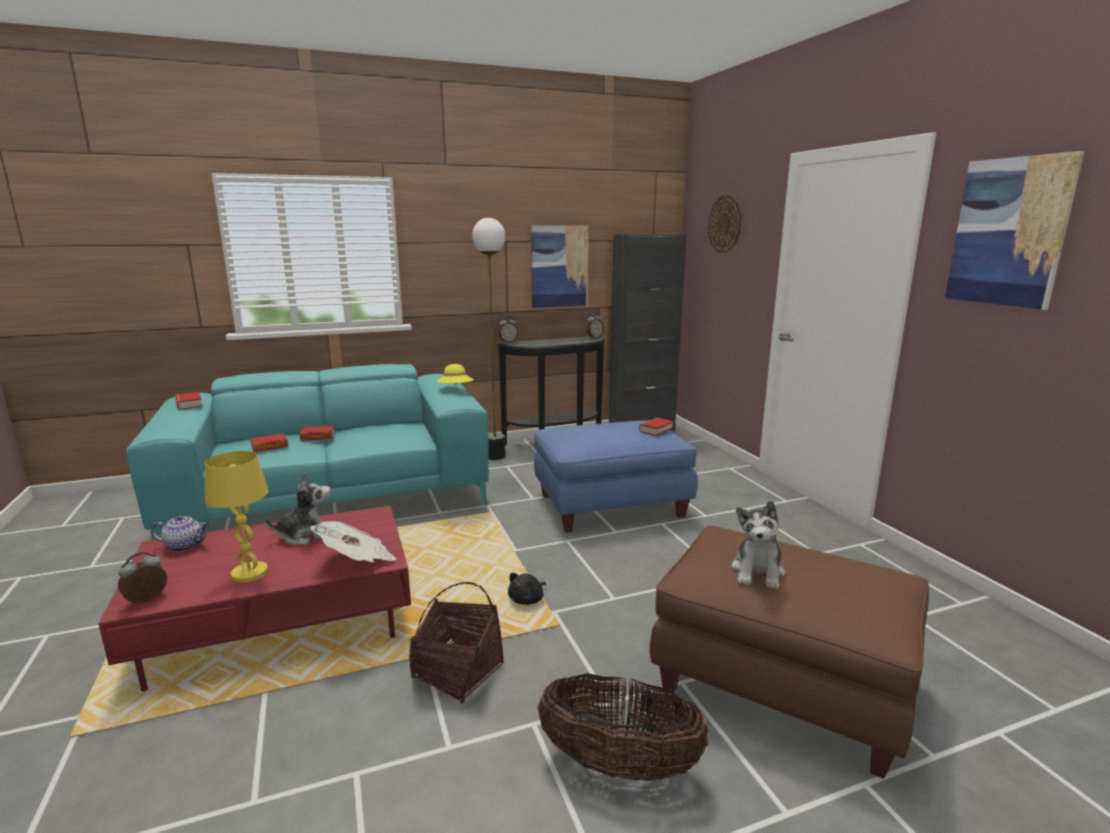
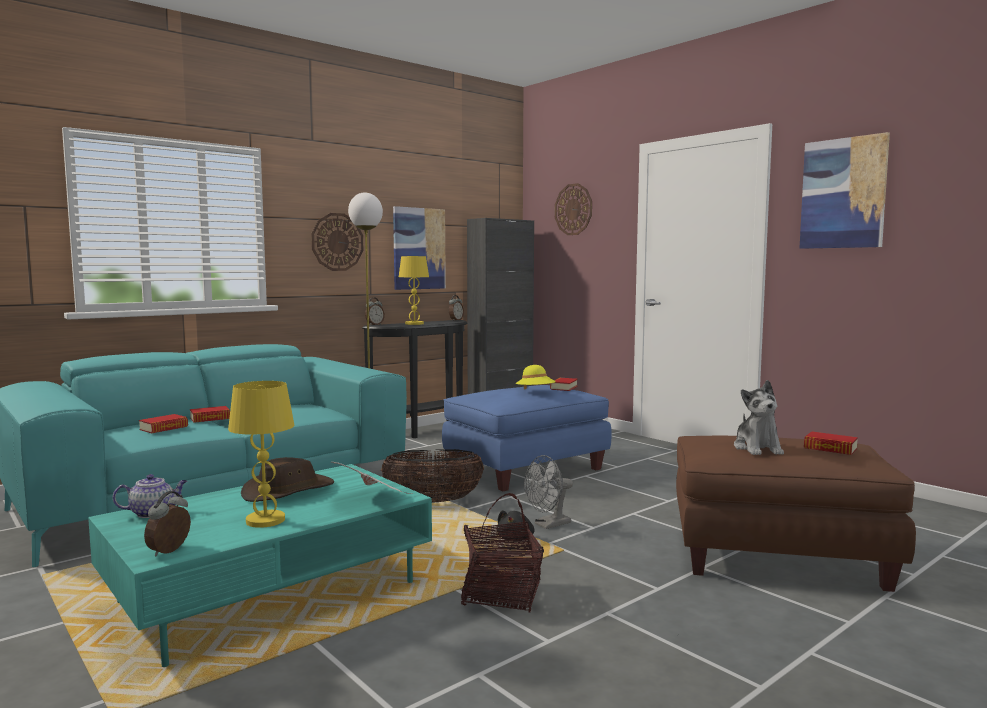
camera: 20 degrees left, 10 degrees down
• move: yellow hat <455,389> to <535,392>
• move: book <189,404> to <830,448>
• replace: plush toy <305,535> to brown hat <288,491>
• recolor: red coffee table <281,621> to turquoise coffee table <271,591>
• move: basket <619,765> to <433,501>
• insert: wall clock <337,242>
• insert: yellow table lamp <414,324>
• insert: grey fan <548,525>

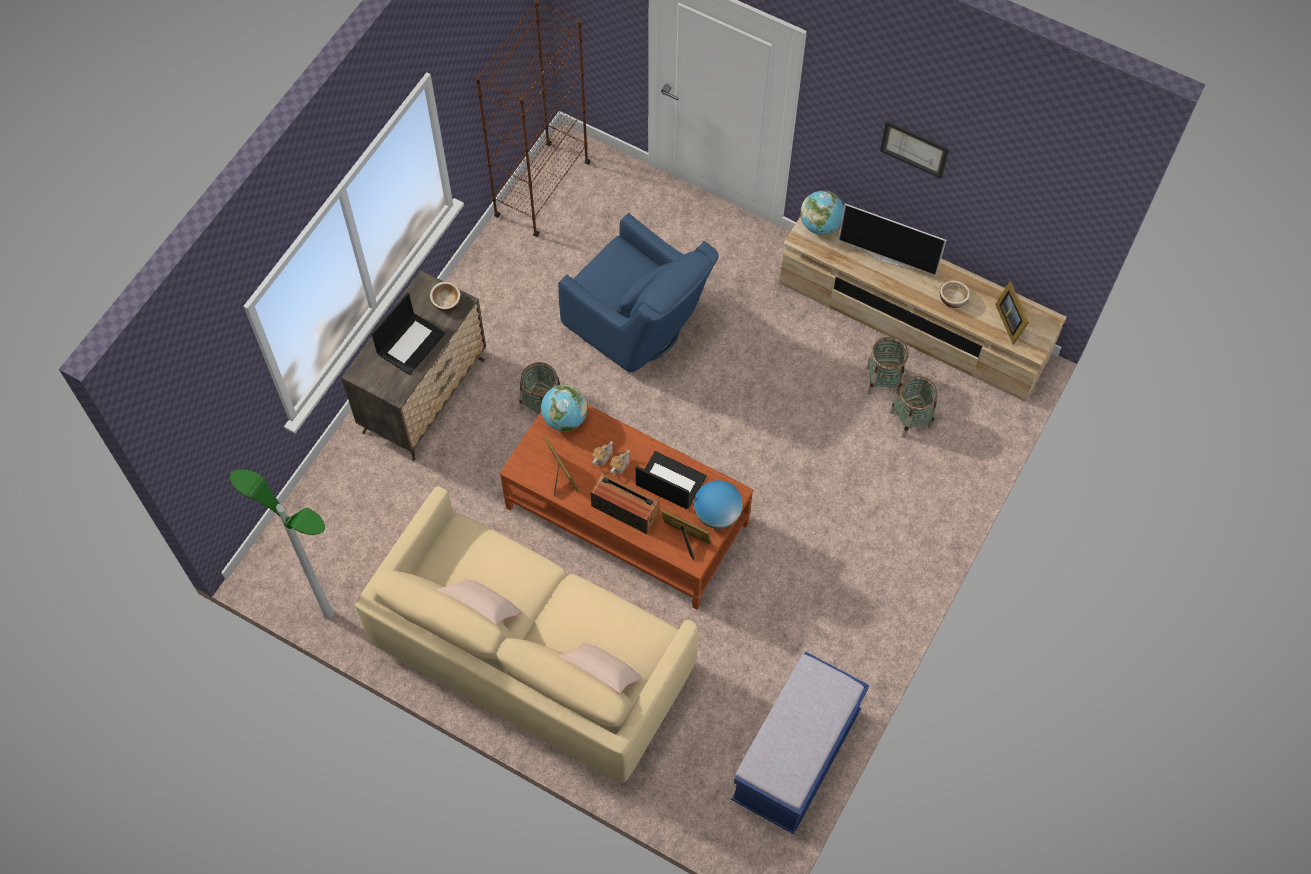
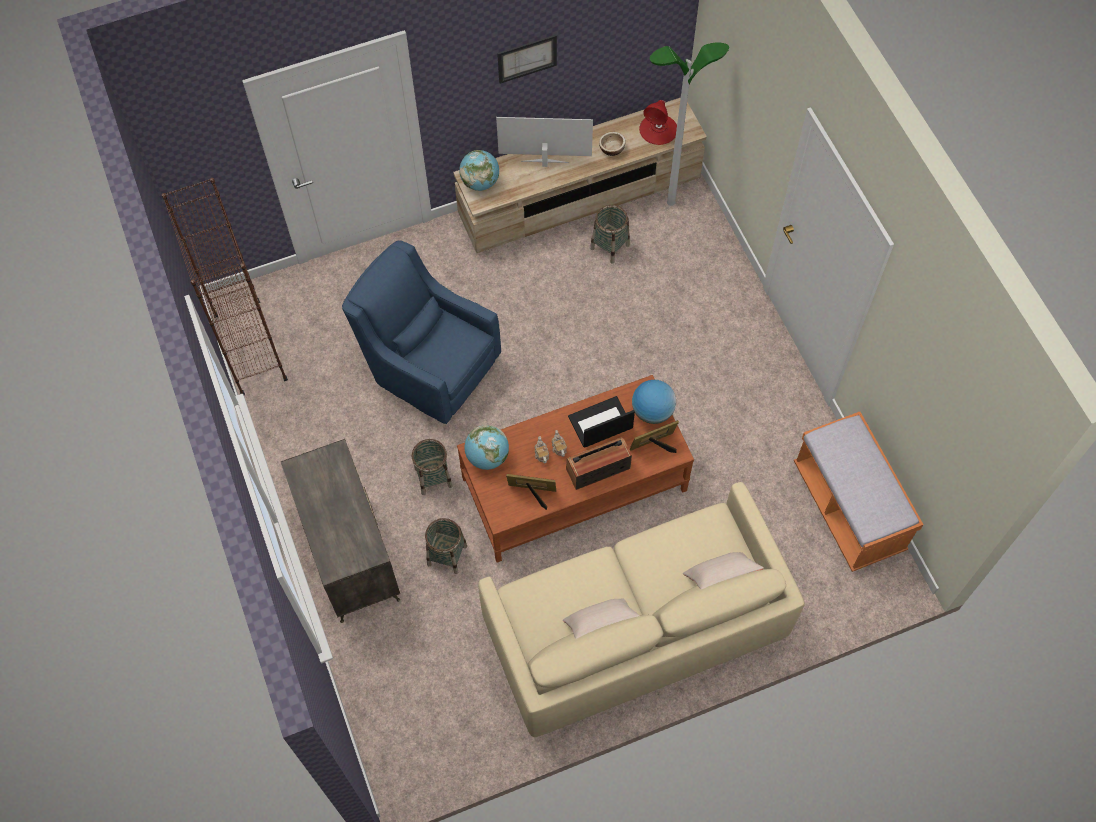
camera: 50 degrees left, 0 degrees up
• rotate: television <887,258> = <545,163> 150 degrees counterclockwise
• rotate: blue armchair <639,328> = <429,367> 135 degrees counterclockwise
• replace: picture frame <1010,321> to red table lamp <658,129>
• delete: bowl <446,302>
• delete: laptop <411,343>
• move: basket <910,419> to <447,555>
• move: floor lamp <328,614> to <671,202>
• recolor: blue bench <796,757> to orange bench <848,508>

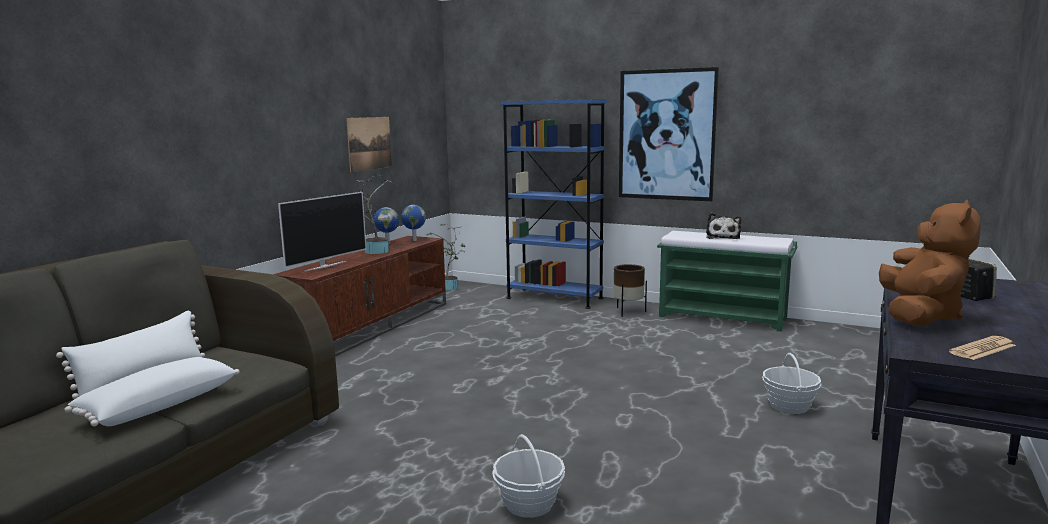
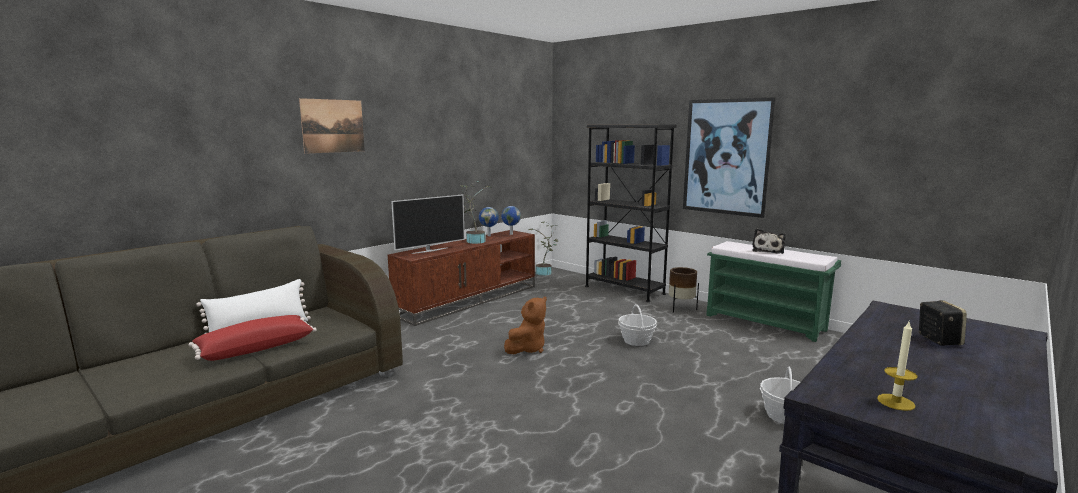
camera: 15 degrees right, 0 degrees up
• recolor: blue bookcase <554,298> to black bookcase <624,290>
• move: picture <369,143> to <333,126>
• move: brown plush toy <919,316> to <527,349>
• replace: newspaper <982,349> to candle <896,402>
• recolor: white pillow <158,405> to red pillow <256,348>
• move: basket <529,504> to <636,341>

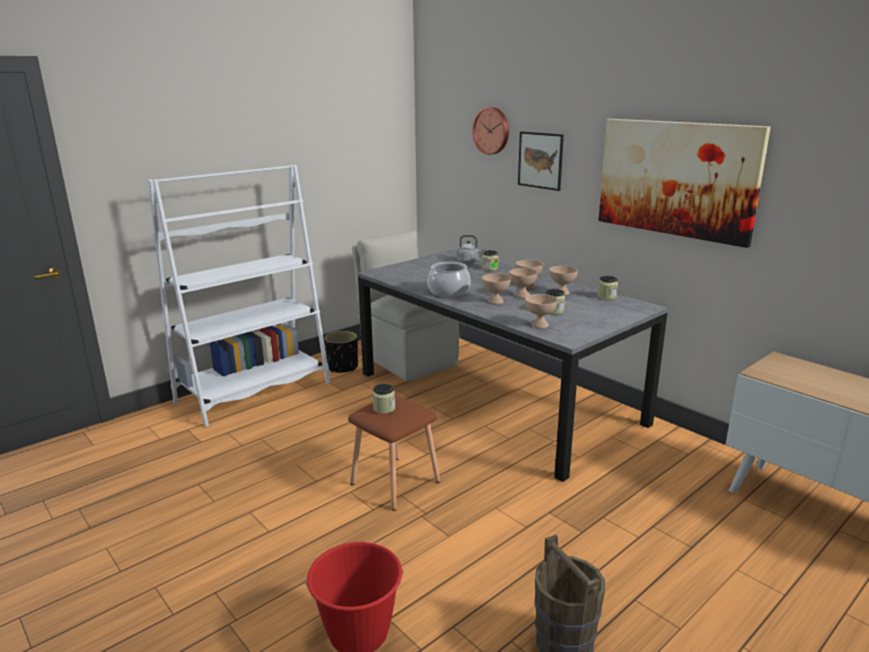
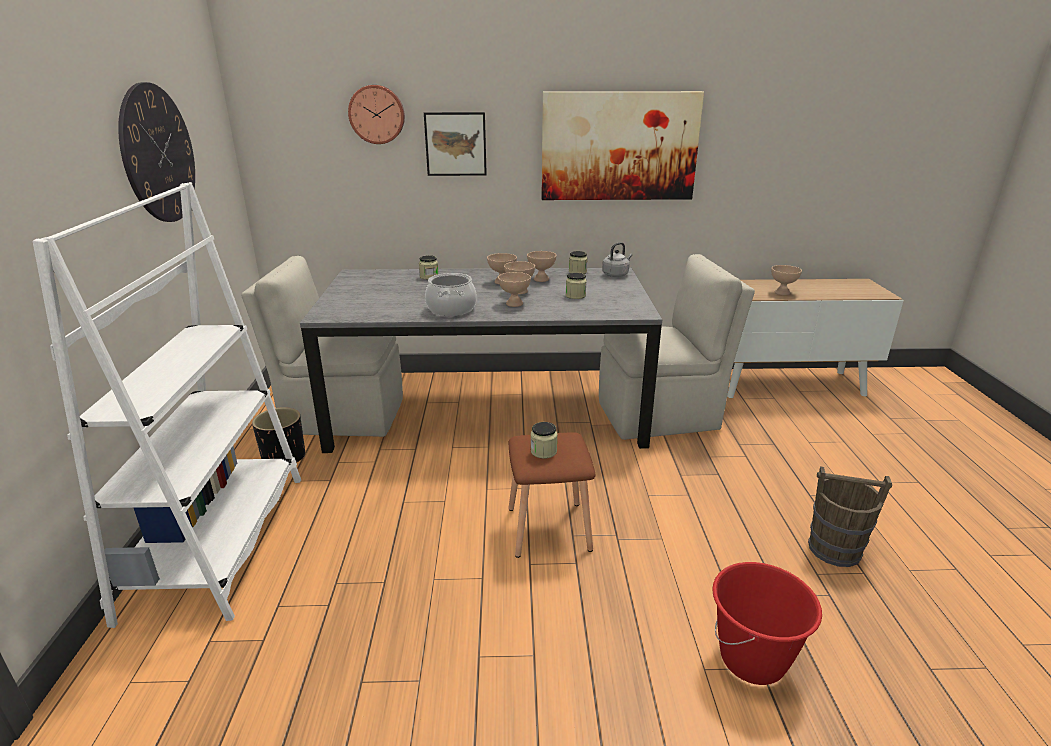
camera: 50 degrees left, 5 degrees up
• move: grey kettle <469,262> to <616,274>
• move: beige bowl <539,325> to <782,293>
• insert: wall clock <158,154>
• insert: beige chair <661,415>

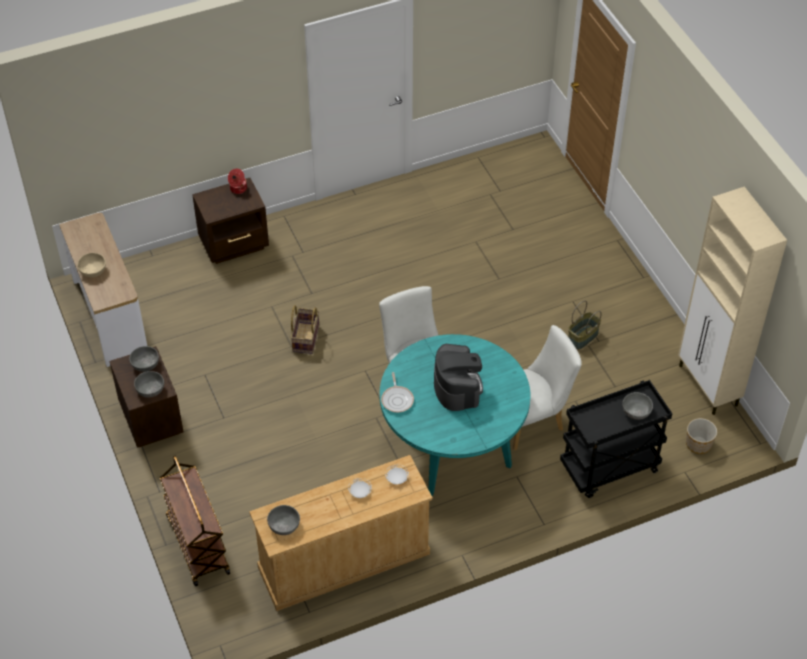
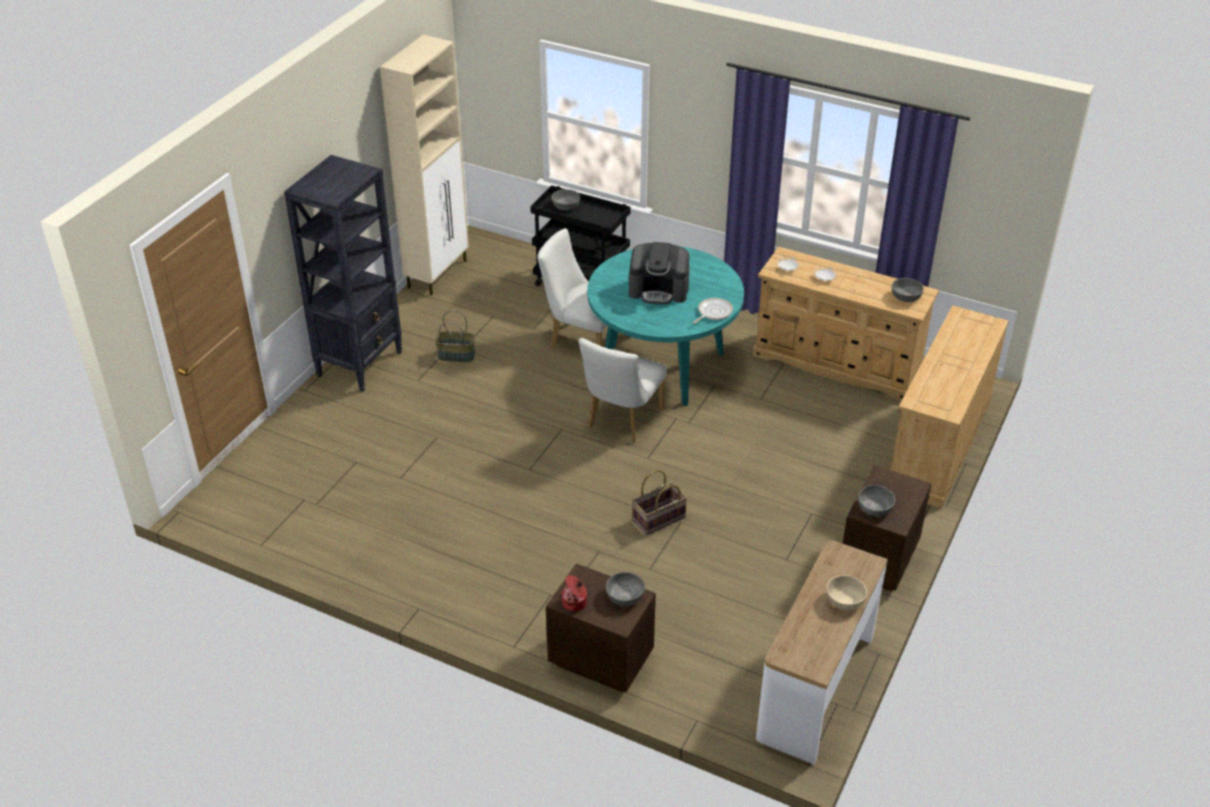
camera: 130 degrees left, 10 degrees down
• rotate: coffee machine <457,387> = <659,290> 120 degrees counterclockwise
• move: grey bowl <150,389> to <625,596>
• delete: planter <698,444>
• replace: brown cart <197,544> to beige dresser <938,446>
• insert: black bookcase <360,363>

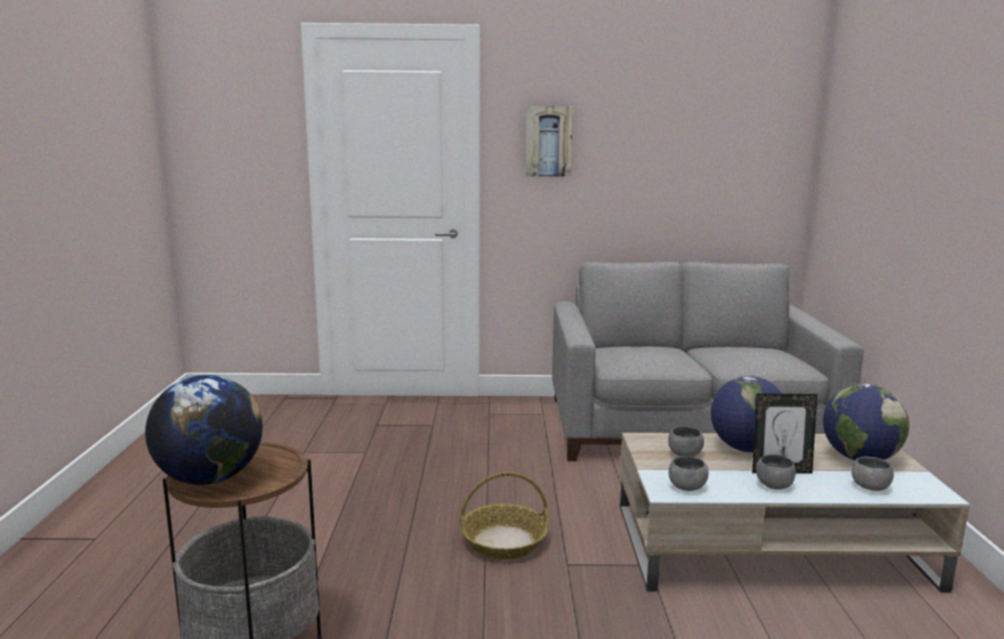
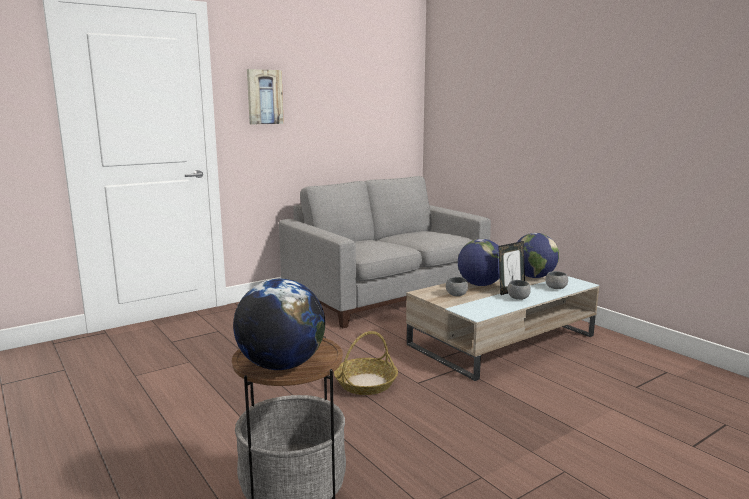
camera: 35 degrees left, 0 degrees up
• delete: grey bowl <686,487>

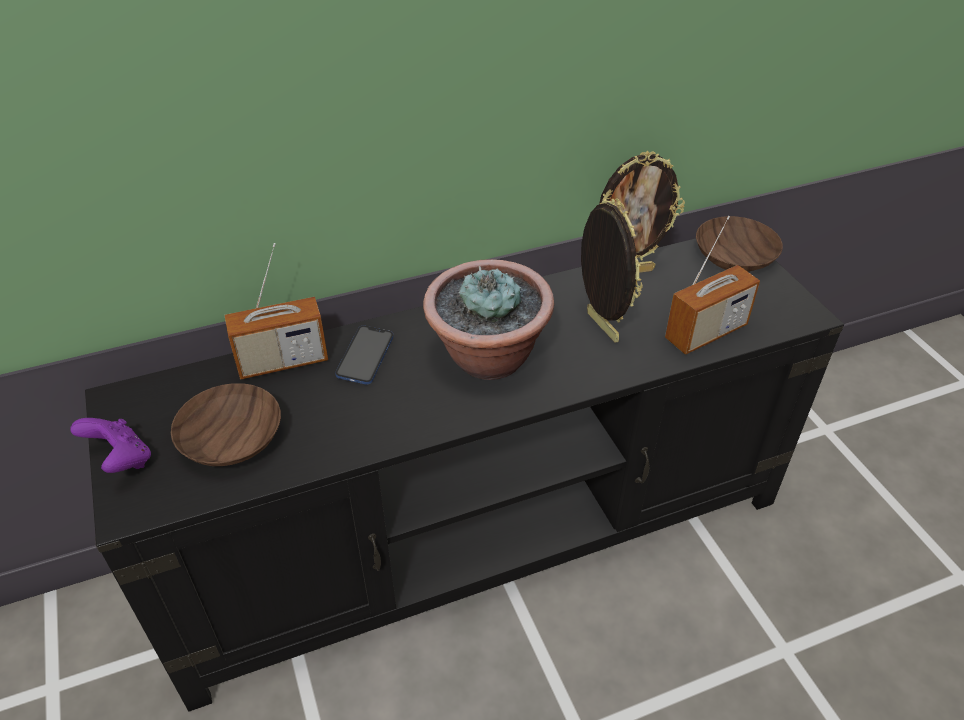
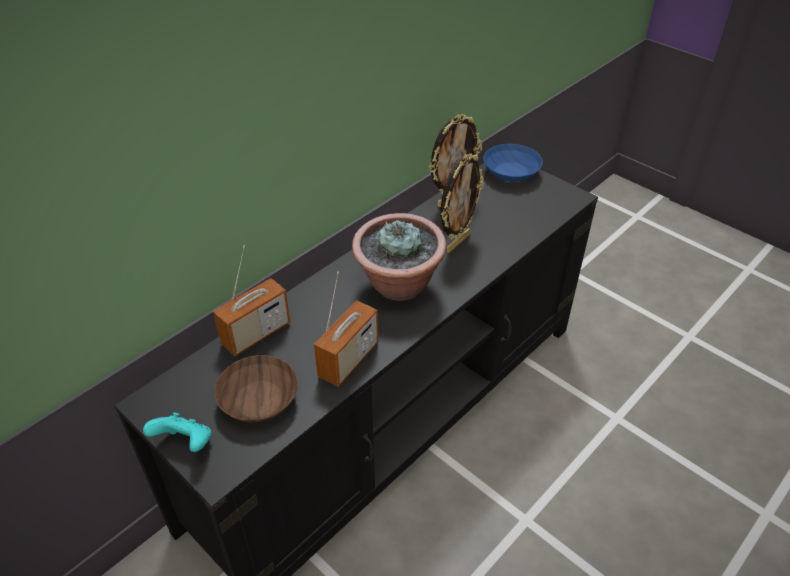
camera: 25 degrees left, 0 degrees up
• rotate: picture frame <600,327> = <457,242> 90 degrees clockwise
• move: radio <706,333> to <348,360>
• recolor: brown bowl <732,257> to blue bowl <509,172>
• delete: phone <365,356>
• recolor: purple game controller <121,460> to turquoise game controller <185,443>

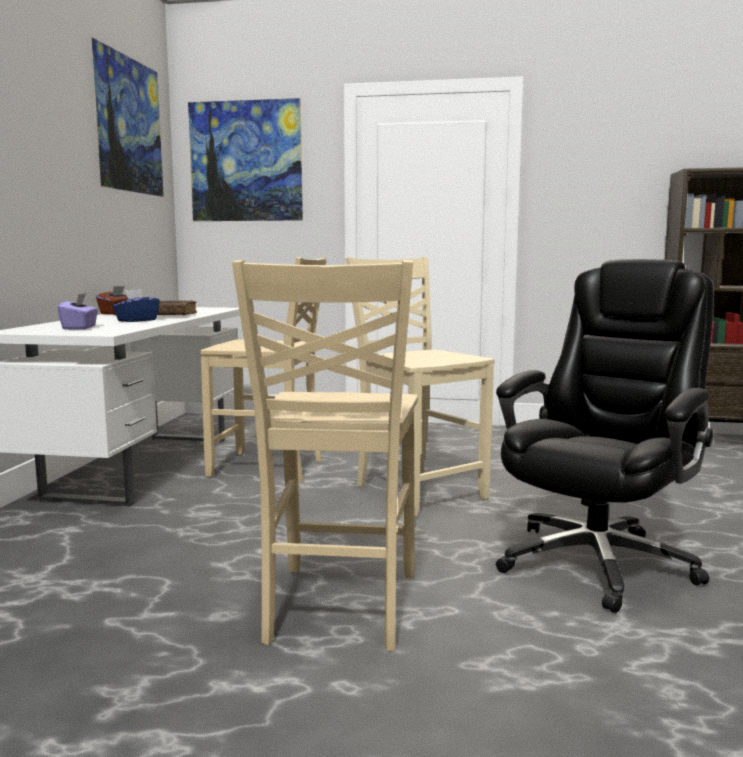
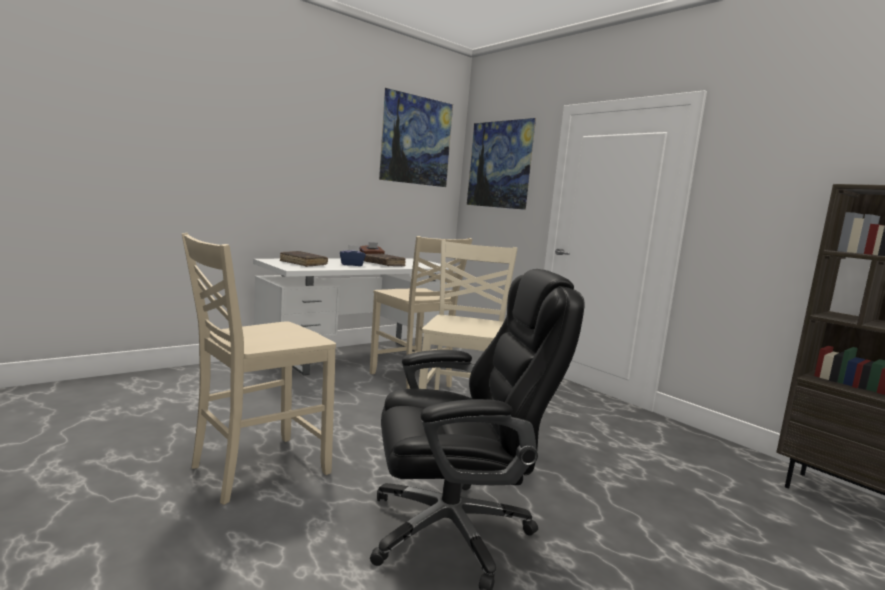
camera: 40 degrees right, 0 degrees up
• replace: purple tissue box <80,328> to brown book <303,263>

